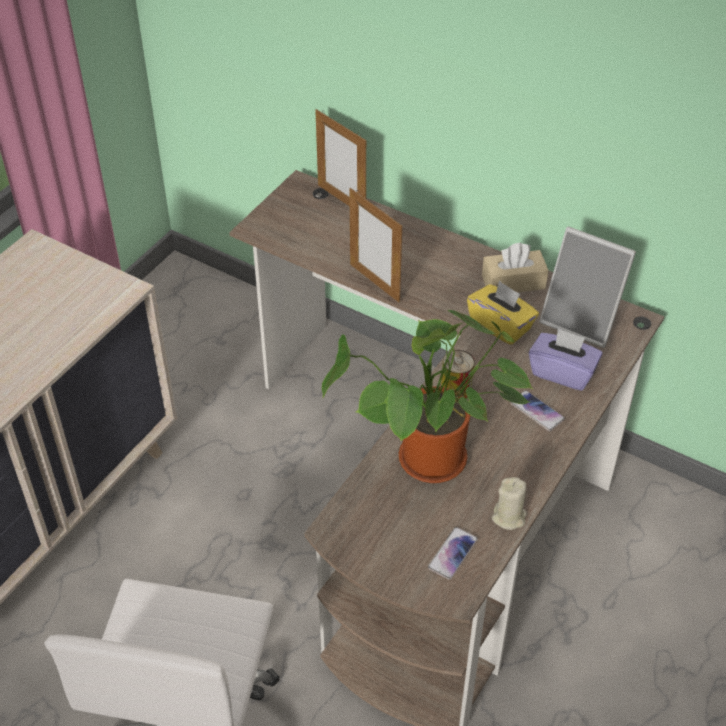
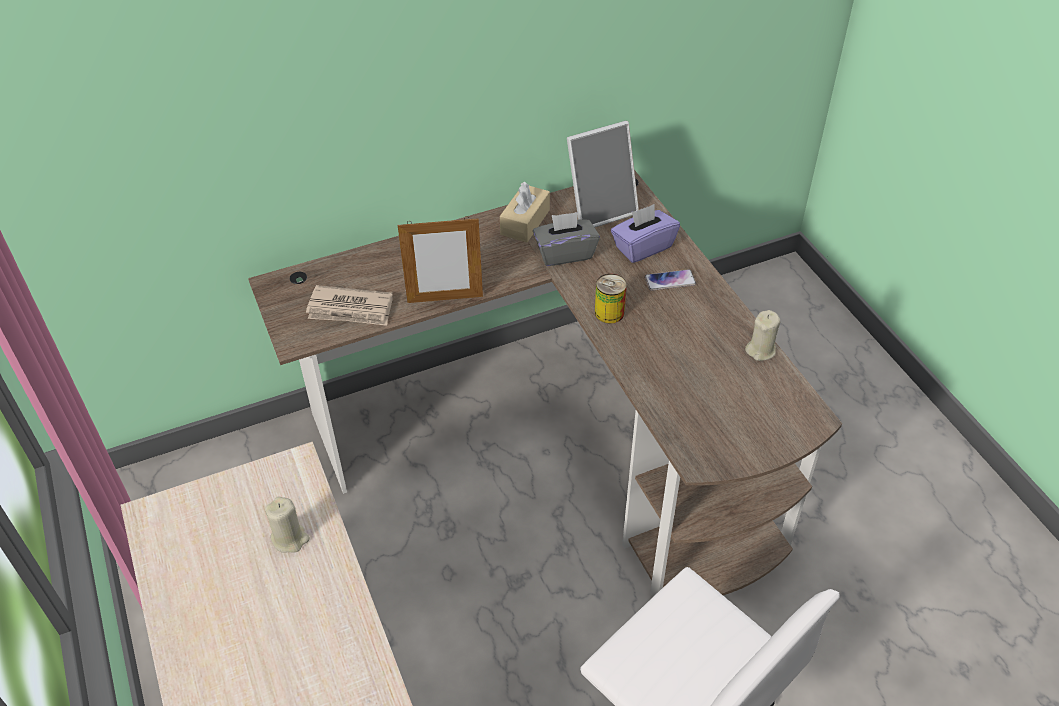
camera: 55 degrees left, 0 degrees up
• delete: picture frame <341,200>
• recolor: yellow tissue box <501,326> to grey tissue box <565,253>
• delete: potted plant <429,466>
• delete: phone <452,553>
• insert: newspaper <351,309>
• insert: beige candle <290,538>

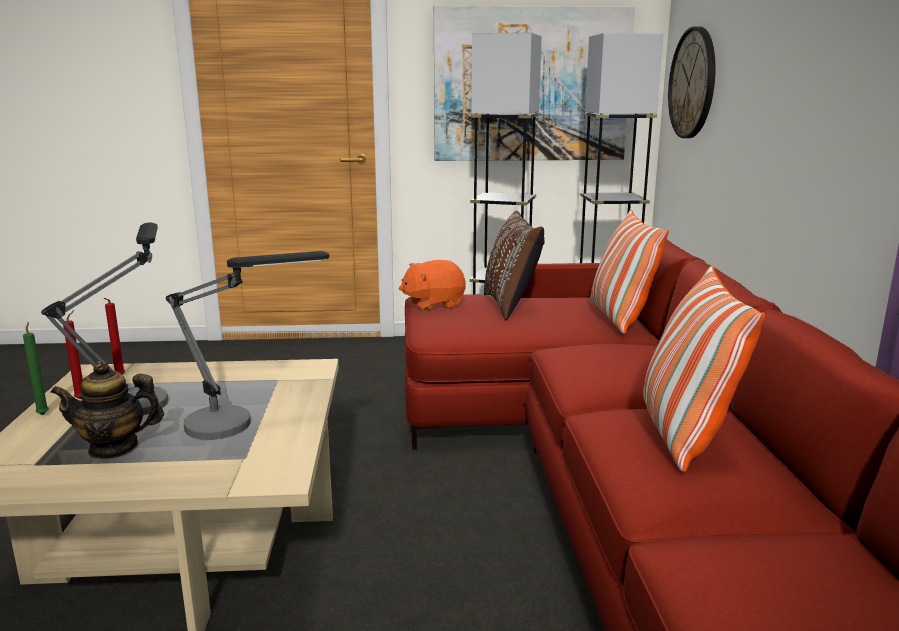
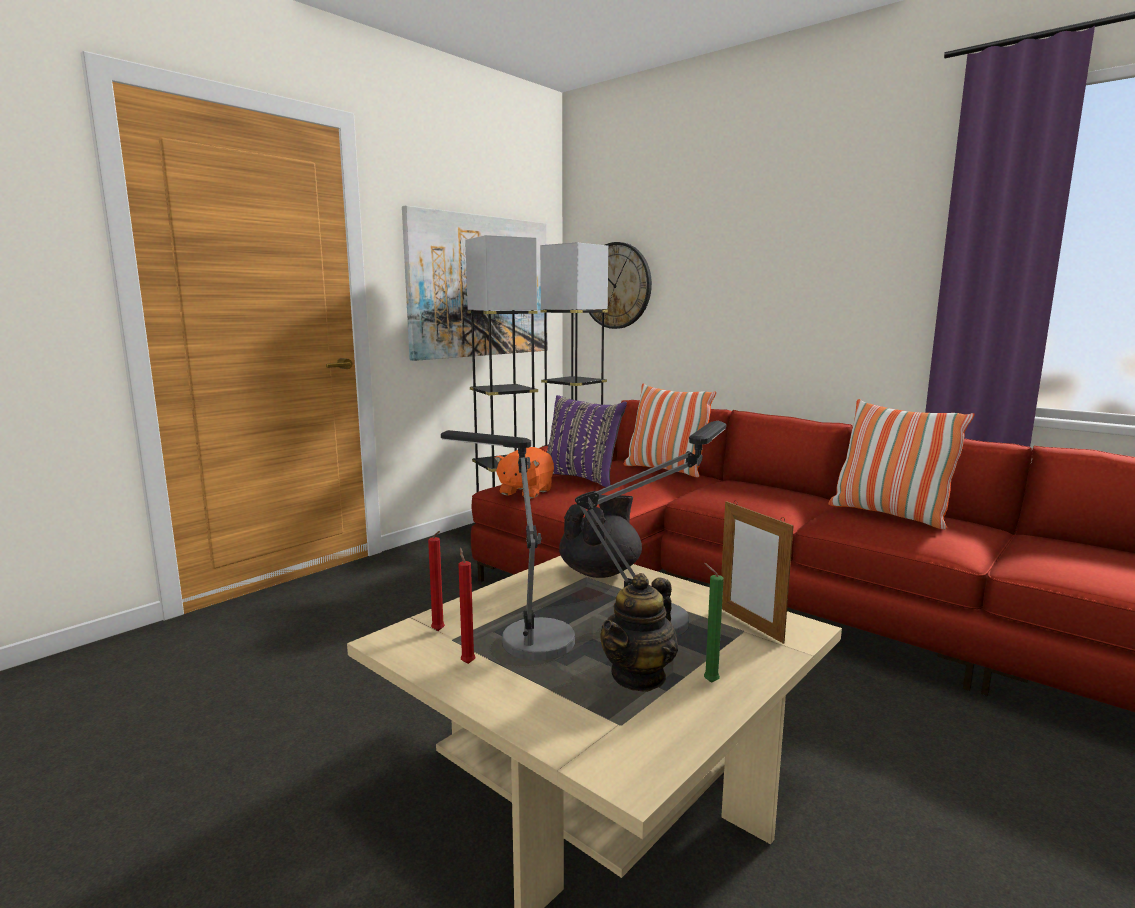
camera: 45 degrees left, 5 degrees down
• recolor: brown pillow <512,305> to purple pillow <582,478>
• move: green candle <43,414> to <708,681>
• insert: black teapot <601,572>
• insert: picture frame <750,624>

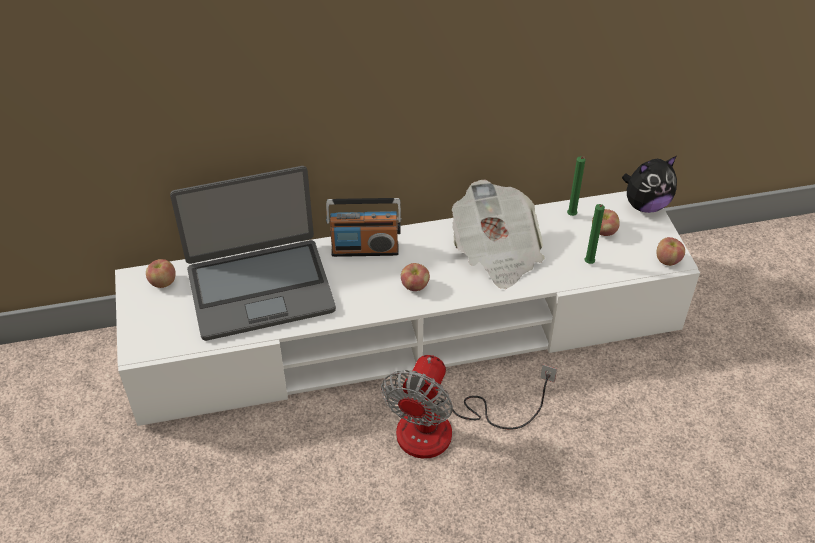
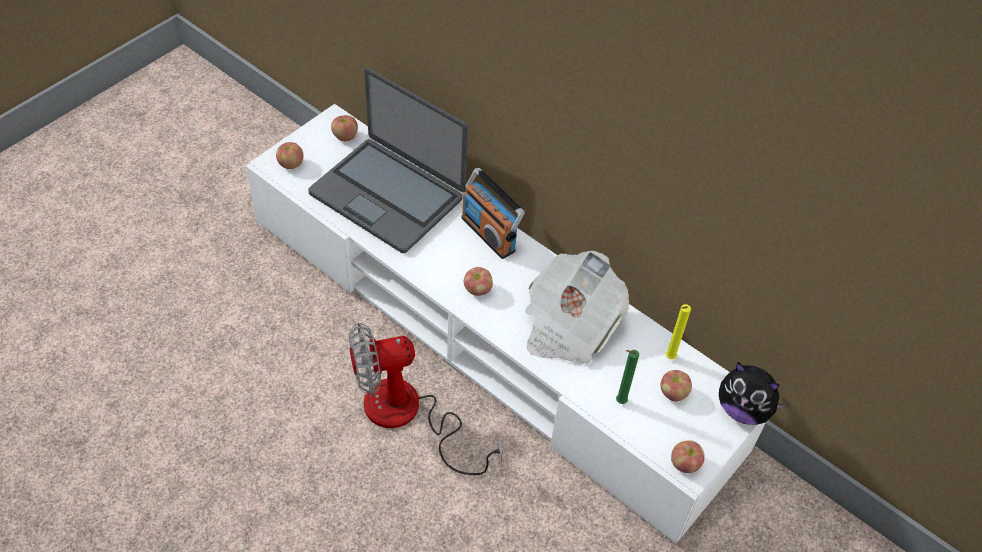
camera: 50 degrees right, 5 degrees up
• recolor: green candle <572,216> to yellow candle <669,358>
• insert: apple <290,164>

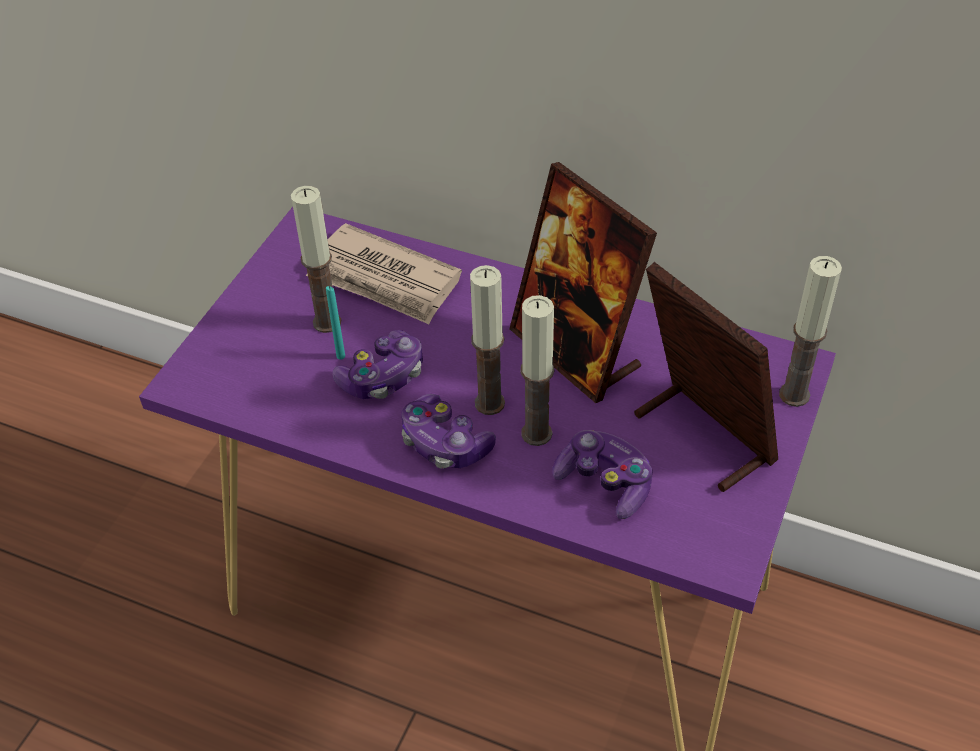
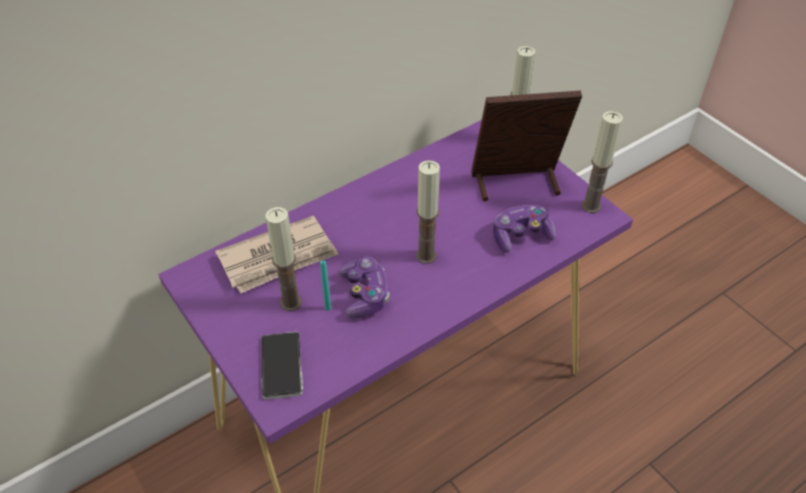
camera: 60 degrees left, 0 degrees up
• delete: picture frame <576,351>
• move: candle <536,433> to <591,206>
• delete: game controller <444,444>
• insert: phone <281,366>

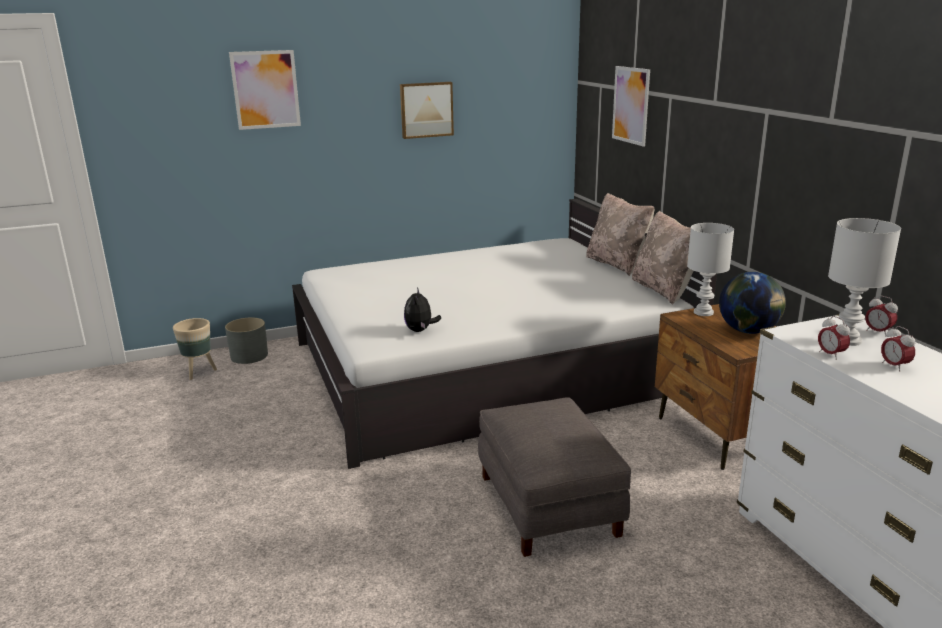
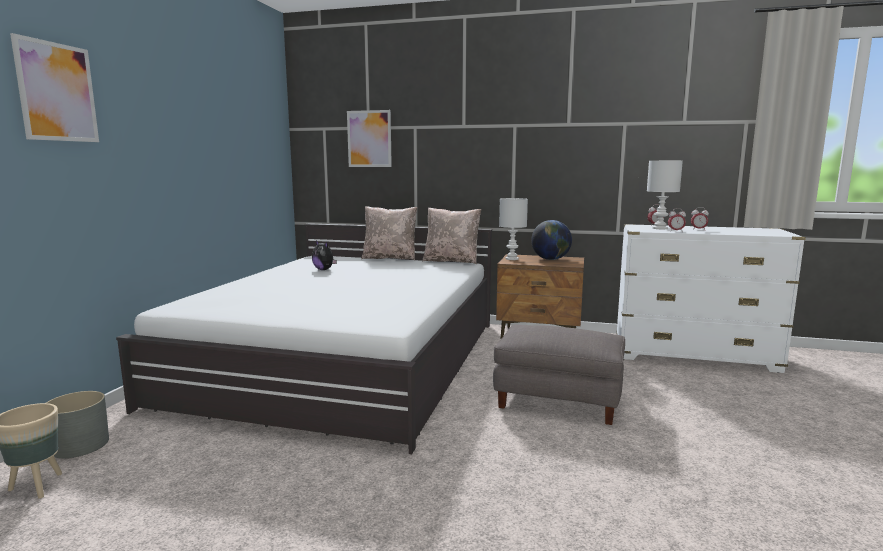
camera: 55 degrees left, 10 degrees down
• delete: picture <426,109>
• move: plush toy <420,330> to <324,270>

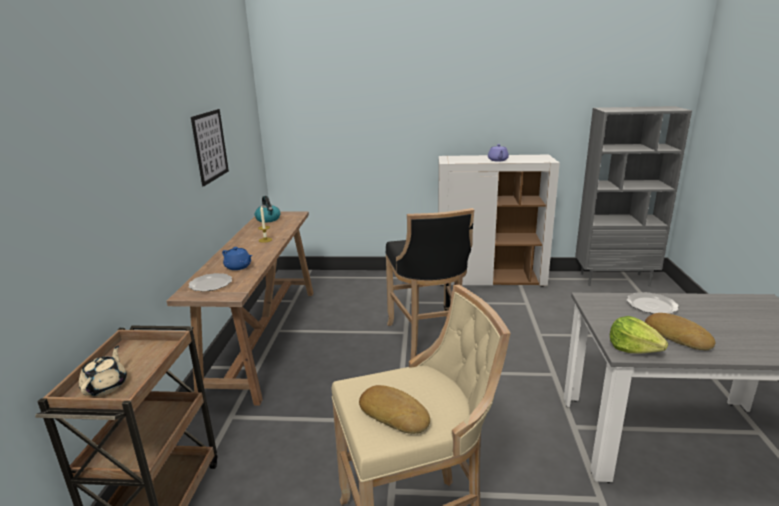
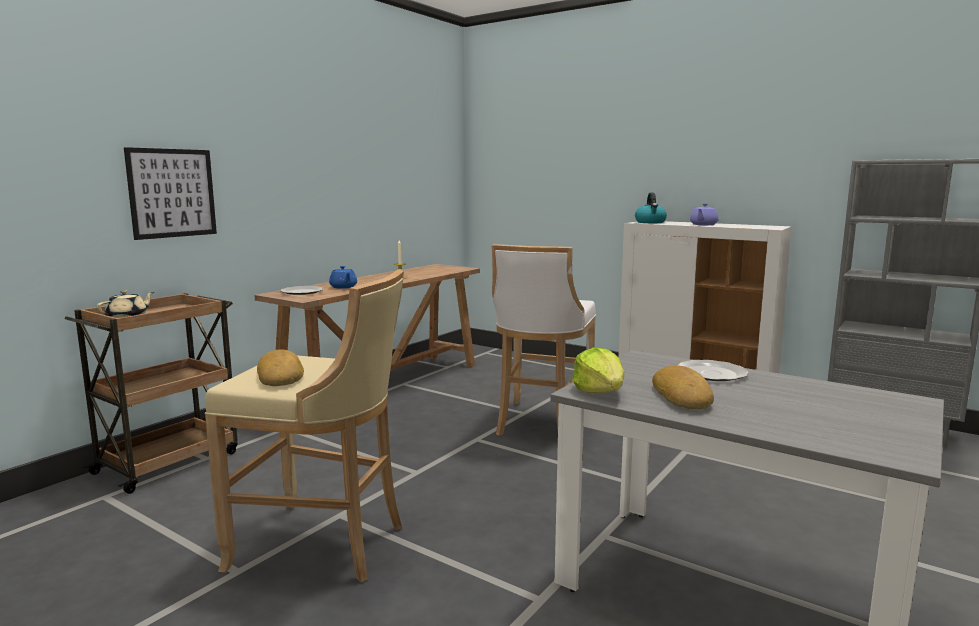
camera: 30 degrees right, 10 degrees down
• move: picture <210,146> to <172,193>
• move: kettle <268,219> to <650,222>
• recolor: black stool <428,339> to white stool <540,424>

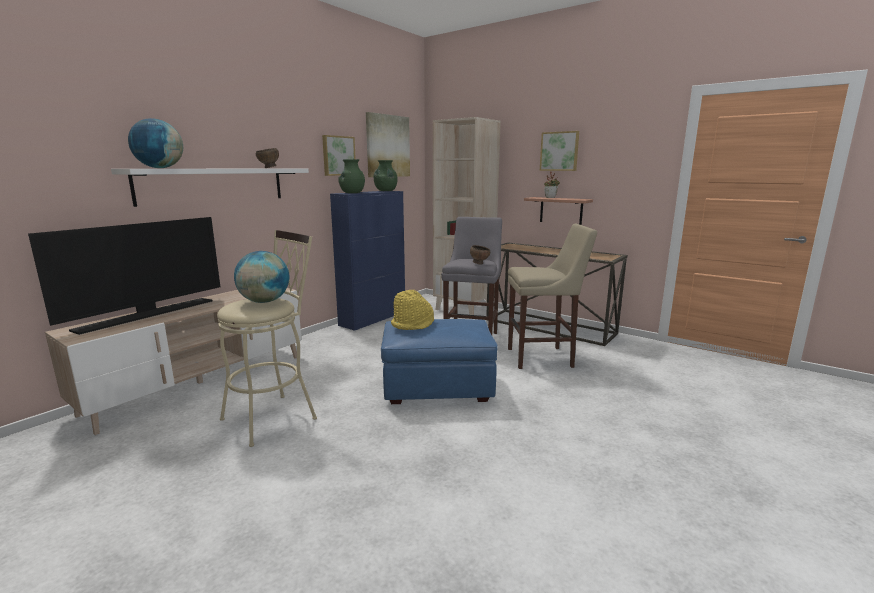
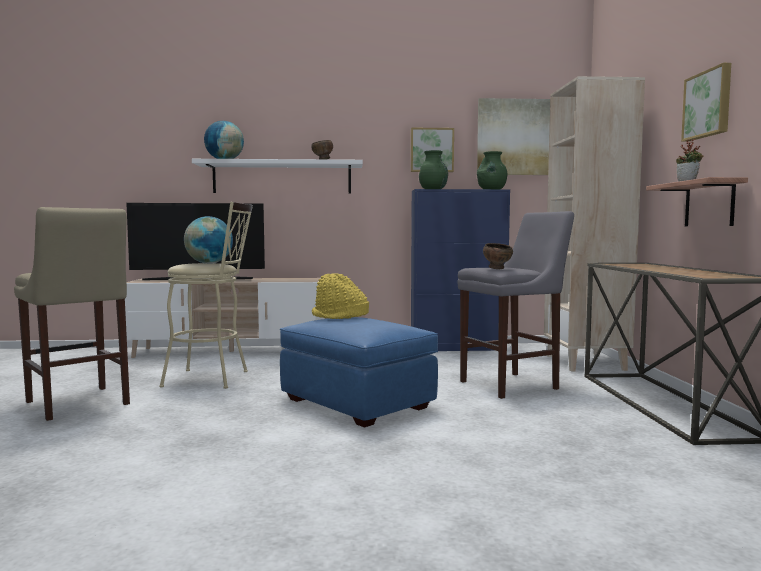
camera: 50 degrees right, 10 degrees down
• move: beige stool <543,358> to <78,404>

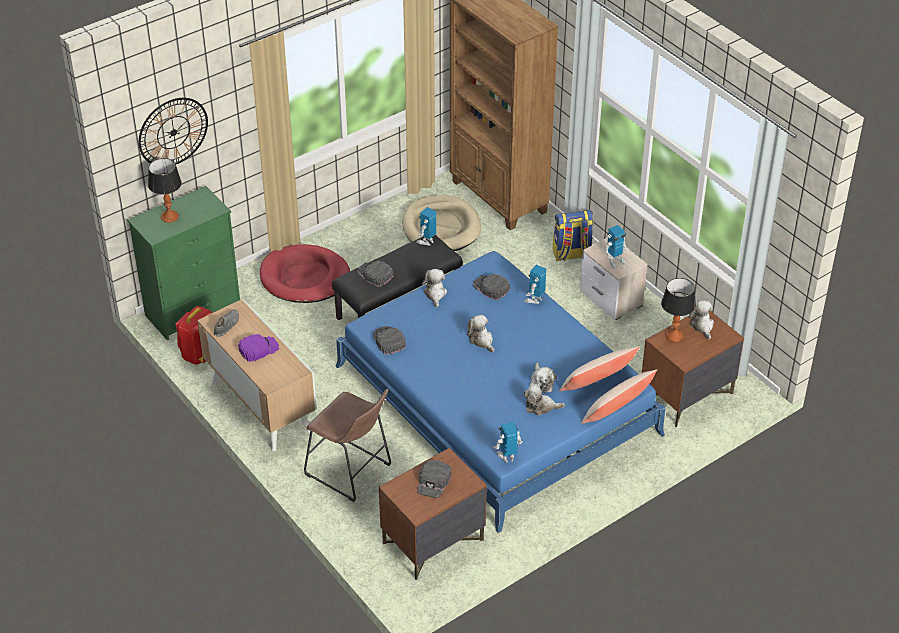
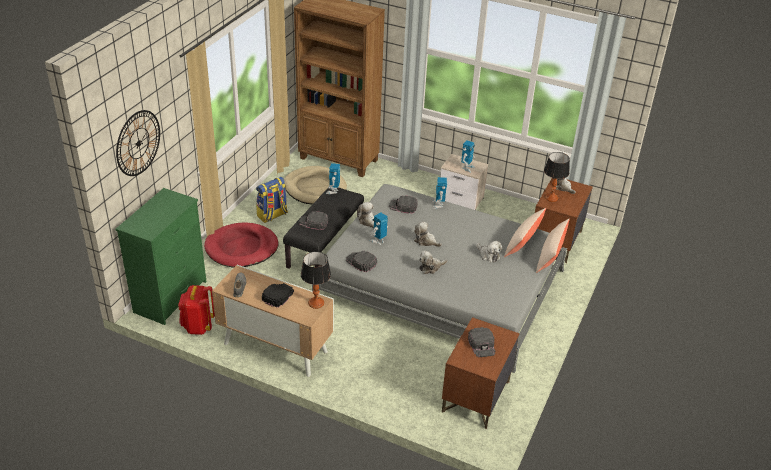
camera: 30 degrees left, 5 degrees down
• move: table lamp <170,217> to <316,303>
• move: backpack <571,254> to <272,215>
• recolor: blue bed <496,399> to grey bed <440,284>
• recolor: purple cap <258,349> to black cap <278,295>
• move: plush toy <540,407> to <430,267>
• delete: brown stool <351,472>
• move: toy robot <507,456> to <378,241>

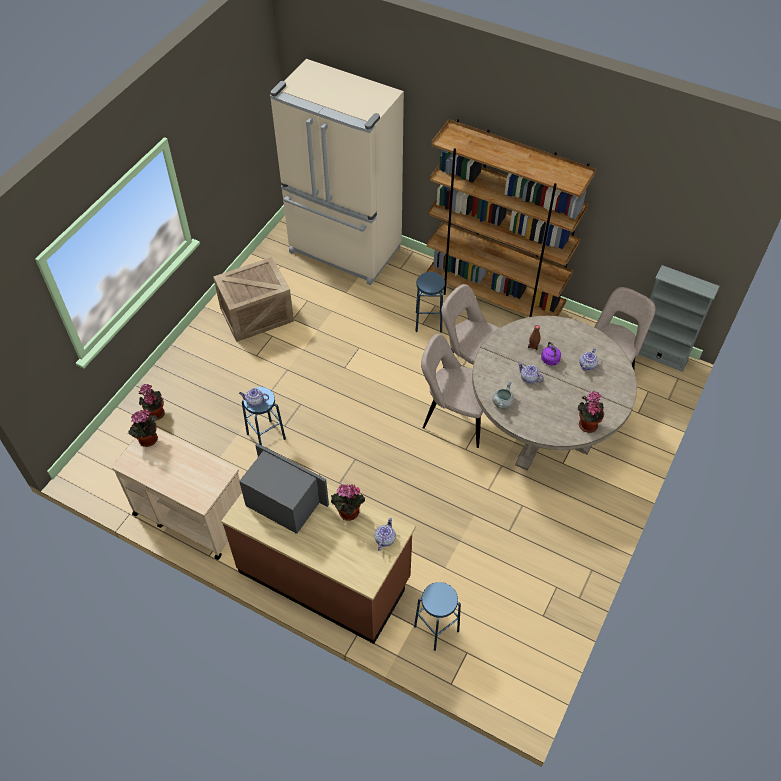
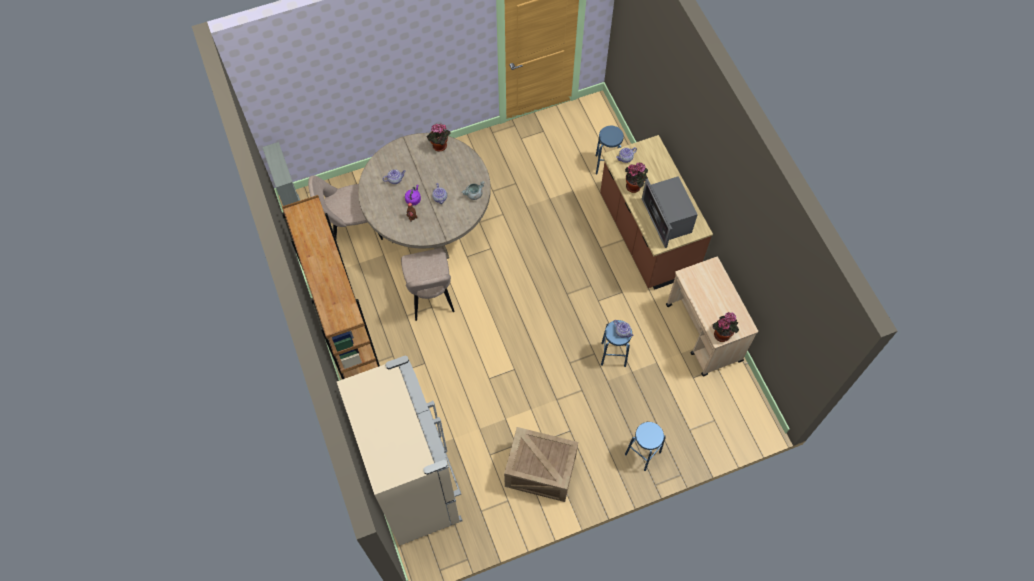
camera: 140 degrees left, 10 degrees up
• move: blue stool <428,322> to <642,453>
• delete: beige chair <454,419>
• delete: potted plant <155,412>

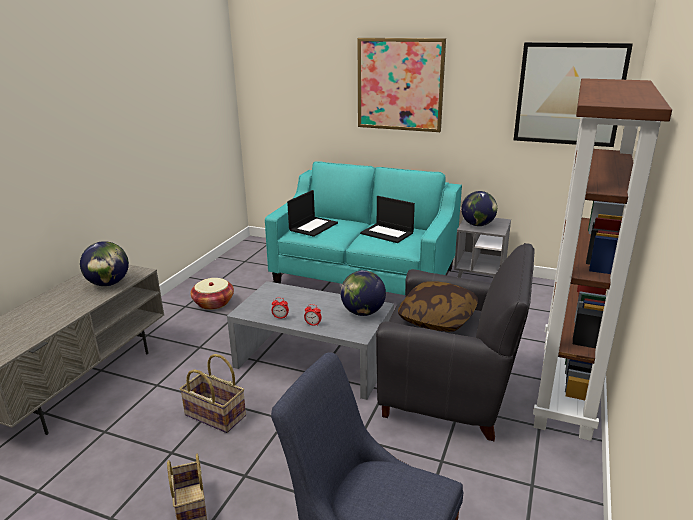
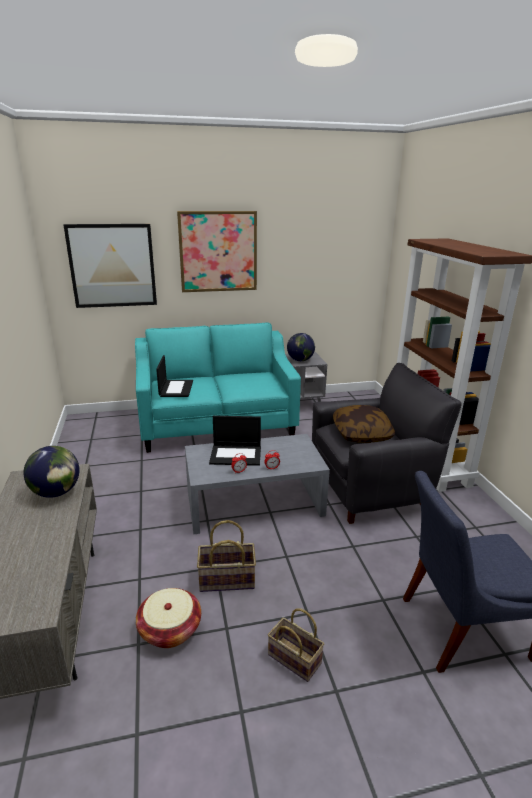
camera: 35 degrees left, 0 degrees up
• move: picture <569,94> to <112,266>
• move: laptop <387,233> to <236,455>
• delete: globe <363,312>
• move: basket <213,303> to <170,629>

